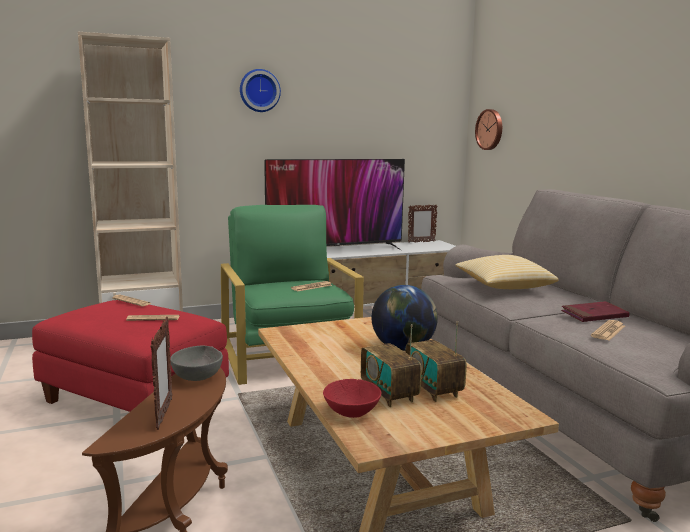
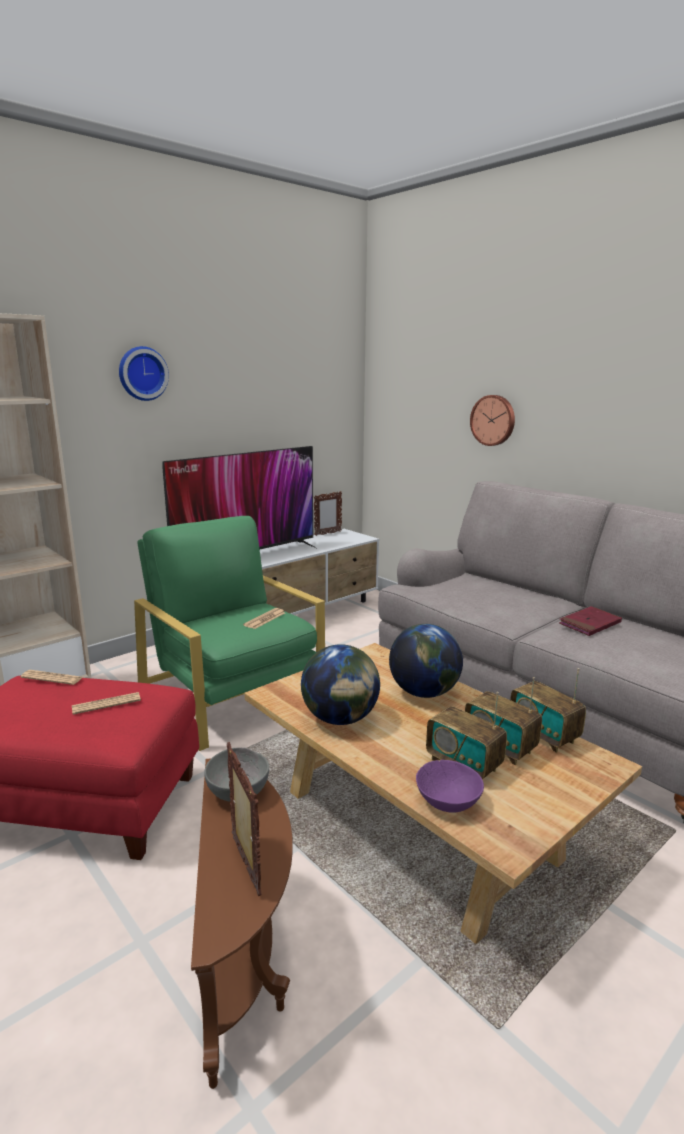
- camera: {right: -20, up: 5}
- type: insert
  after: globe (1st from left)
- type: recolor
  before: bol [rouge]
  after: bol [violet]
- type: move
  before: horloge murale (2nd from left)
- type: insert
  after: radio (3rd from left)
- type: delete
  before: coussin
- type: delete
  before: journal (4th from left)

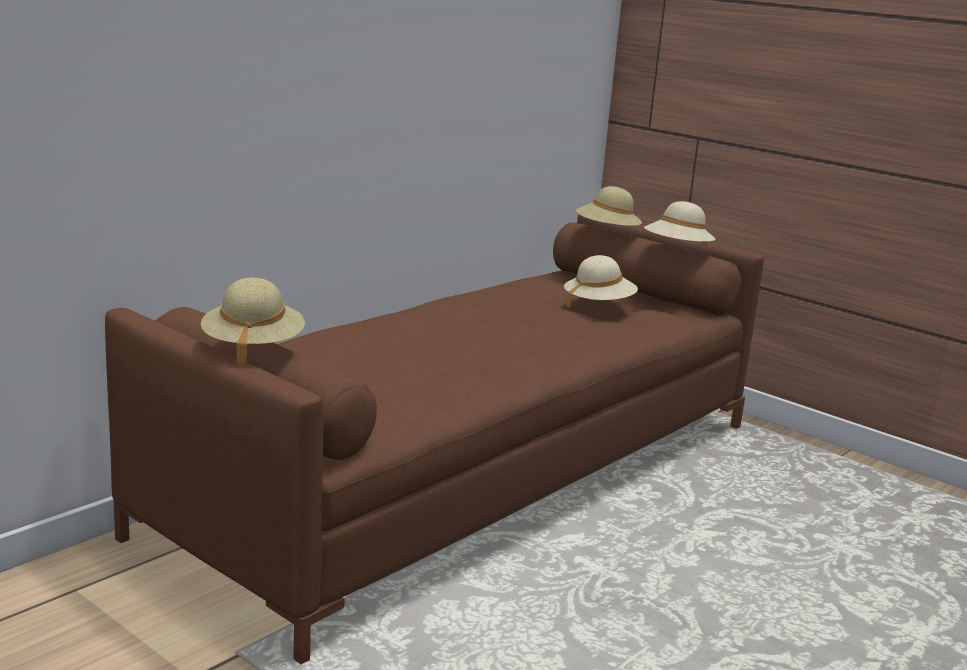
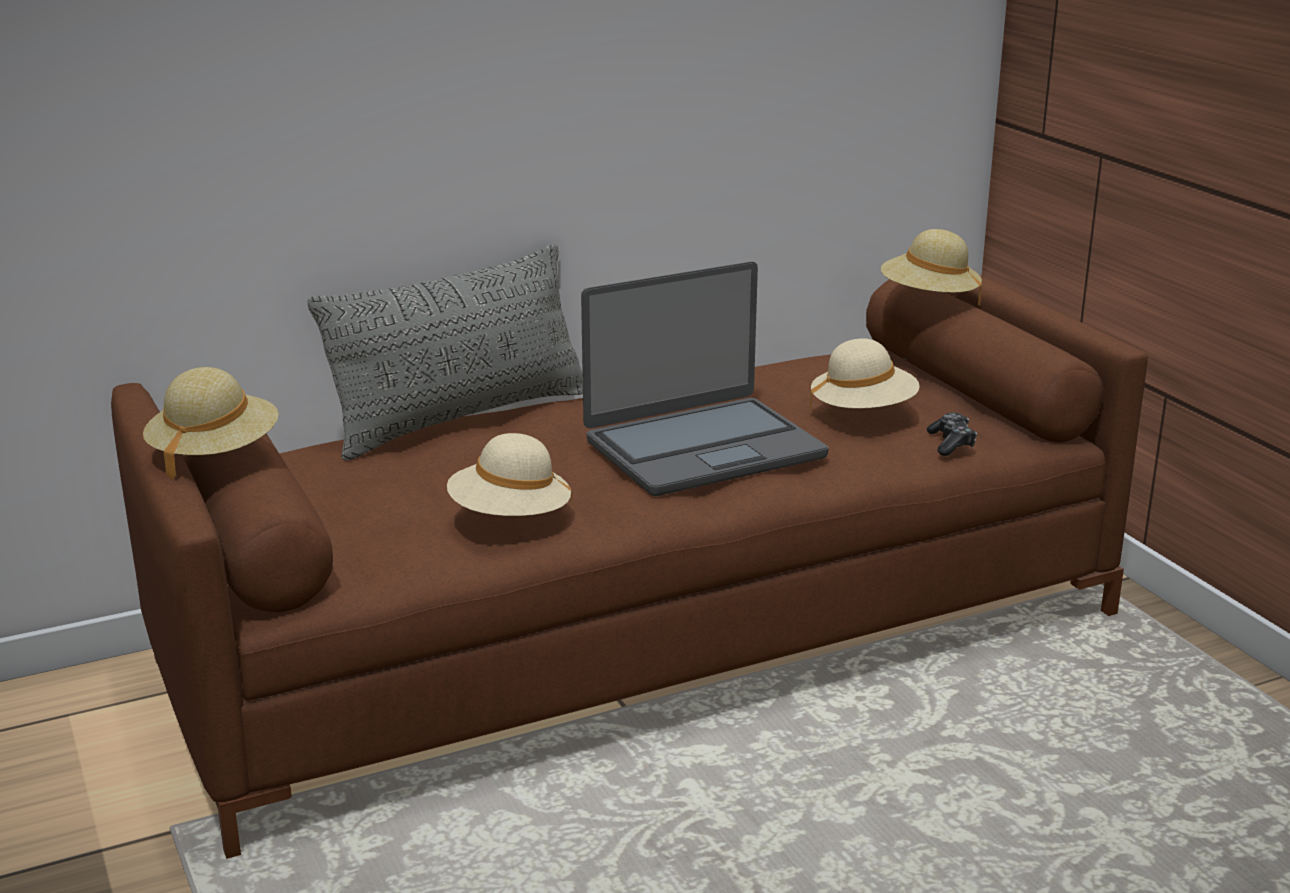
- camera: {right: 25, up: 5}
- type: insert
  after: coussin [gris]
- type: move
  before: chapeau [beige] (4th from left in the first image)
  after: chapeau [beige] (2nd from left)
- type: insert
  after: ordinateur portable
- type: insert
  after: manette

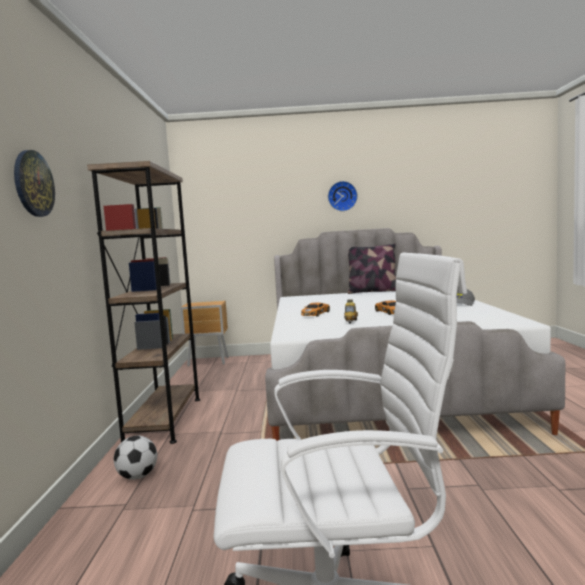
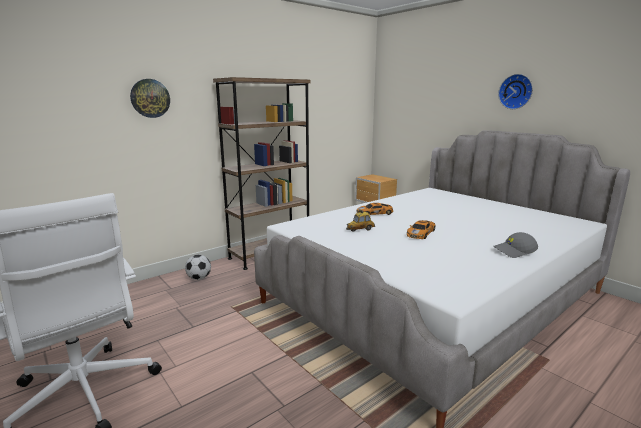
- camera: {right: 50, up: 10}
- type: delete
  before: coussin

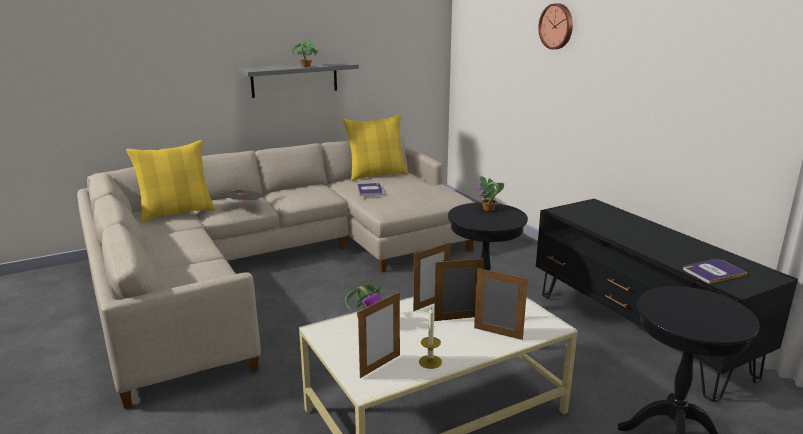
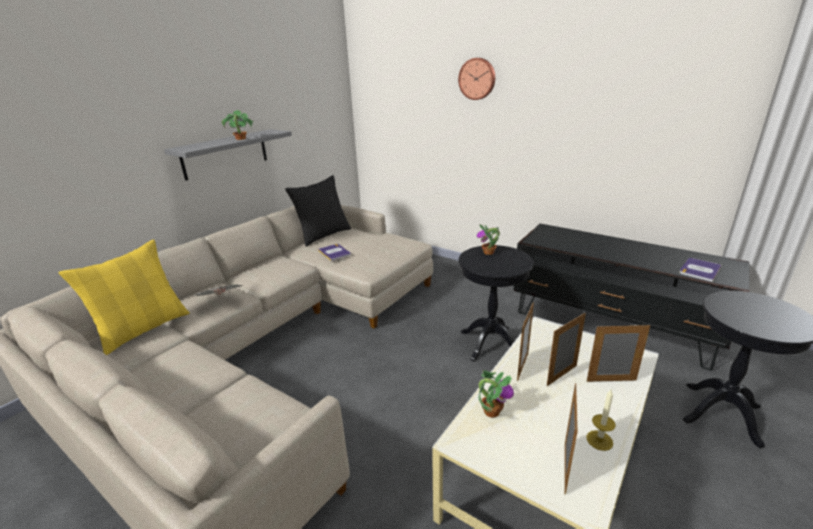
- camera: {right: -25, up: 5}
- type: recolor
  before: coussin [jaune] (2nd from left)
  after: coussin [noir]

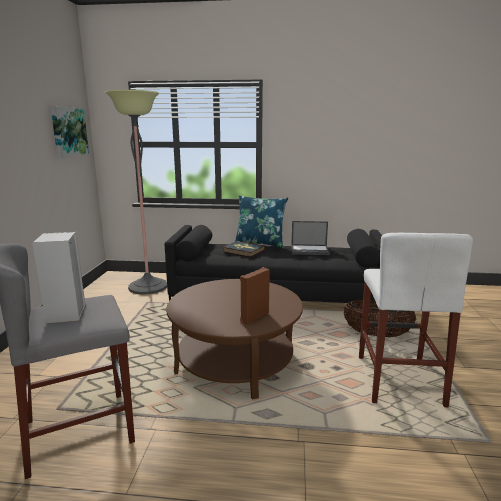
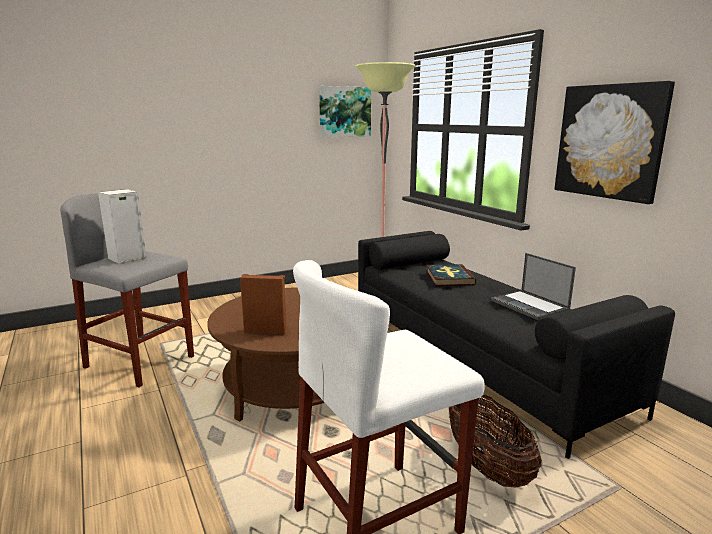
- camera: {right: 55, up: 0}
- type: insert
  after: tableau (2nd from left)
- type: delete
  before: coussin [bleu]

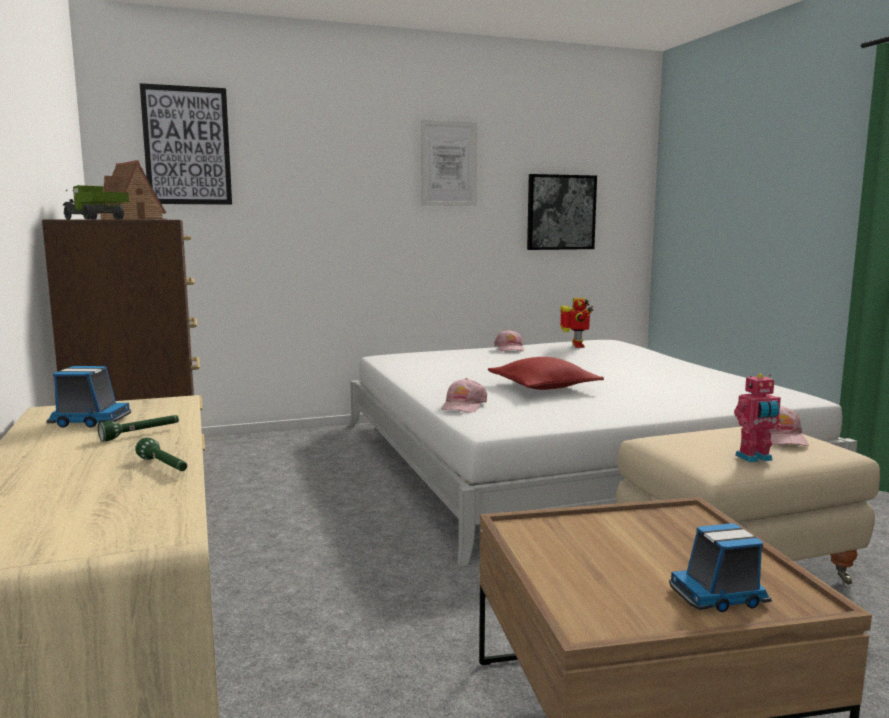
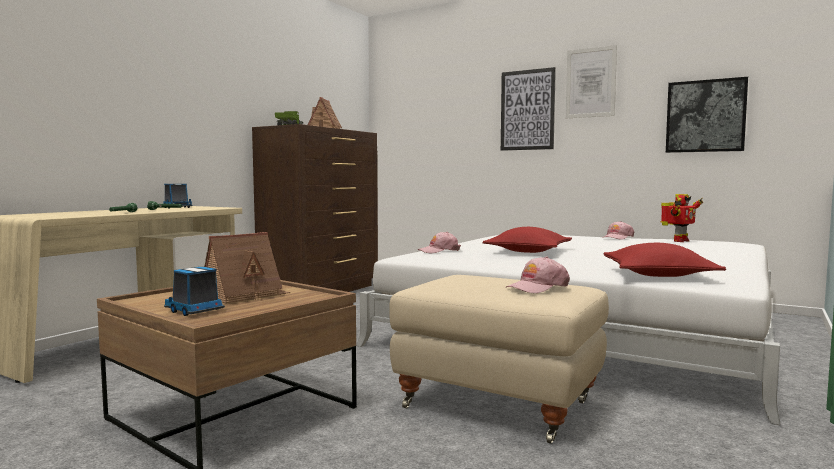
- camera: {right: 50, up: -5}
- type: insert
  after: maison miniature (1st from left)
- type: move
  before: tableau (1st from left)
- type: insert
  after: coussin [rouge] (2nd from left)
- type: delete
  before: robot jouet (2nd from left)

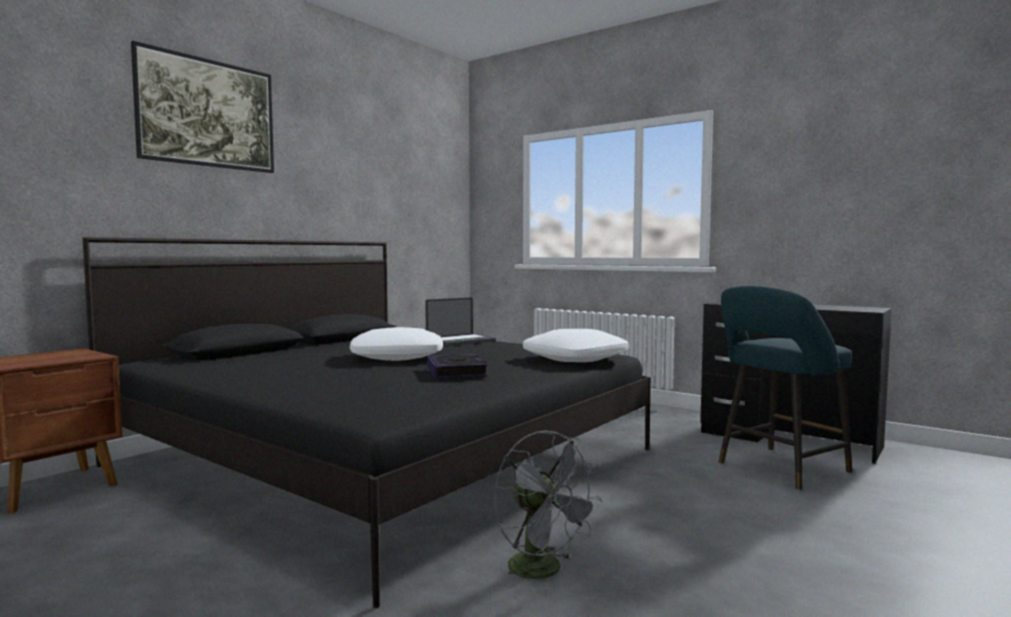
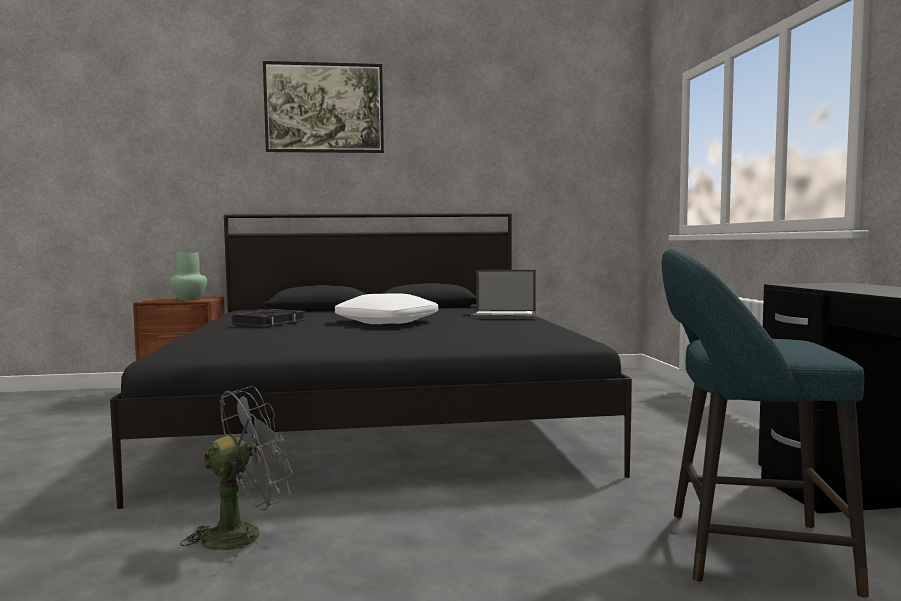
- camera: {right: 45, up: 0}
- type: insert
  after: vase [vert]
- type: rotate
  before: ventilateur [gris]
  turn: -135
- type: move
  before: livre
- type: delete
  before: coussin [blanc] (2nd from left)

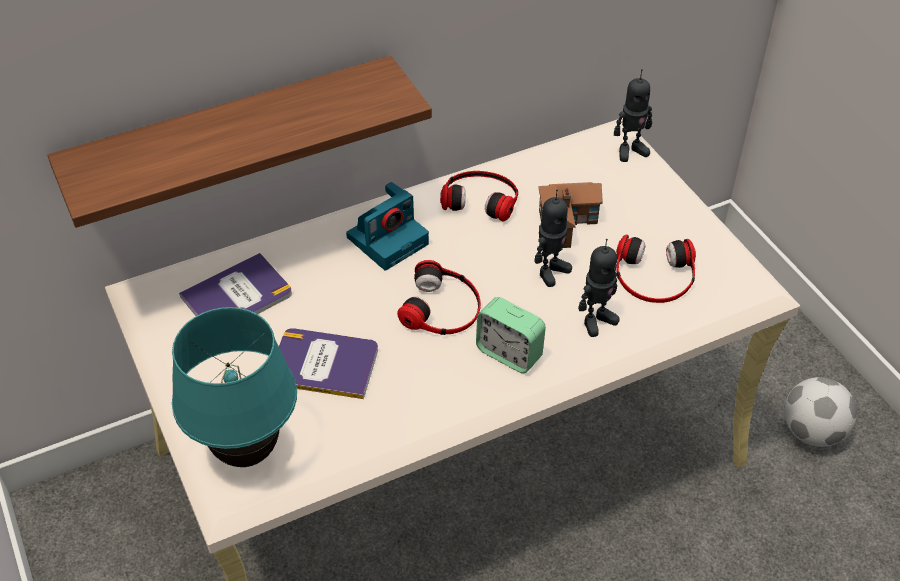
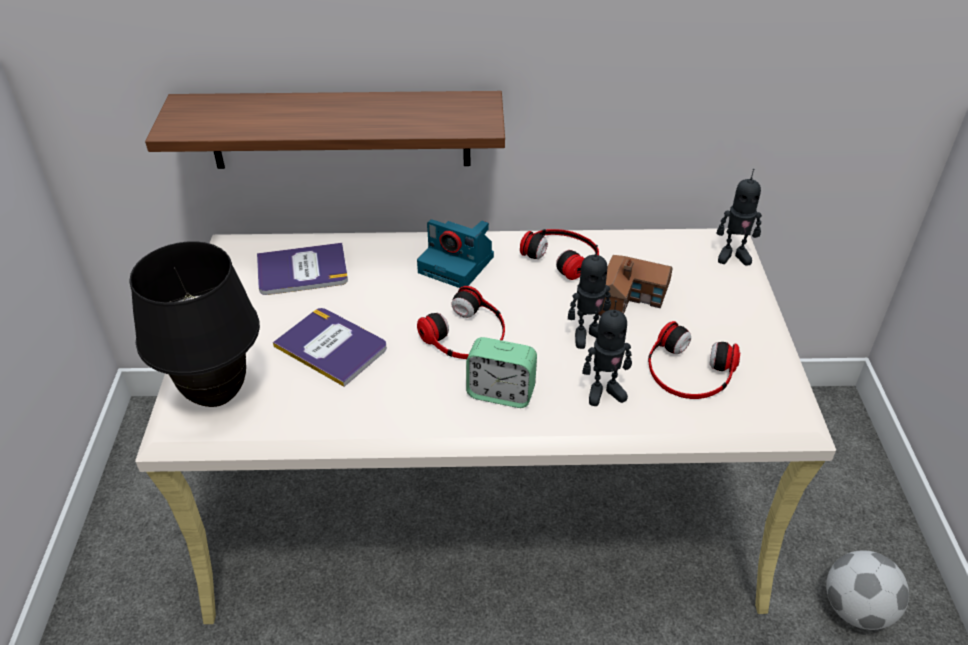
- camera: {right: 25, up: -5}
- type: recolor
  before: lampe de table [turquoise]
  after: lampe de table [noir]
- type: rotate
  before: appareil photo
  turn: 45
- type: rotate
  before: réveil
  turn: -45

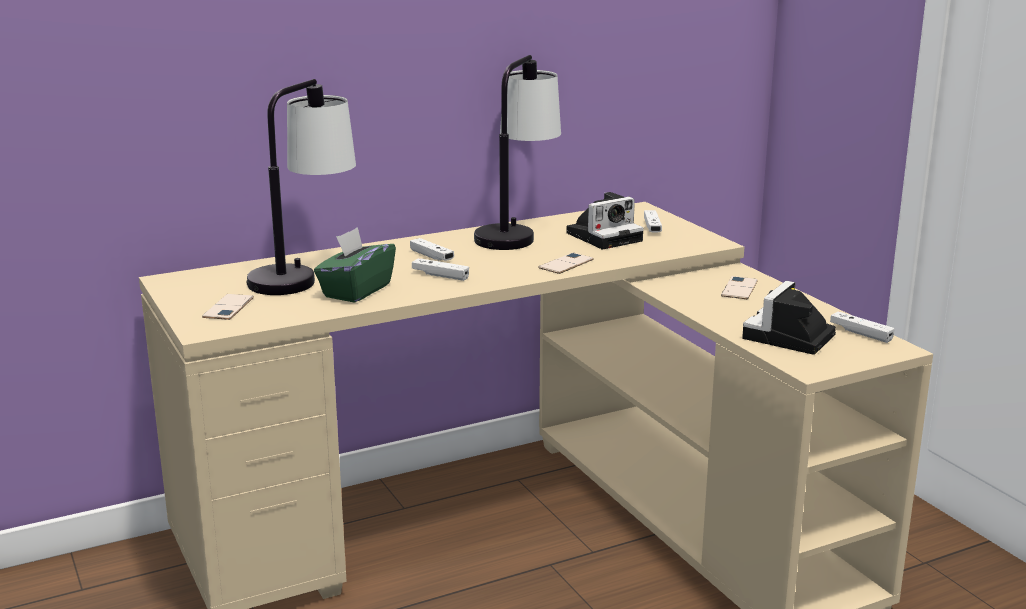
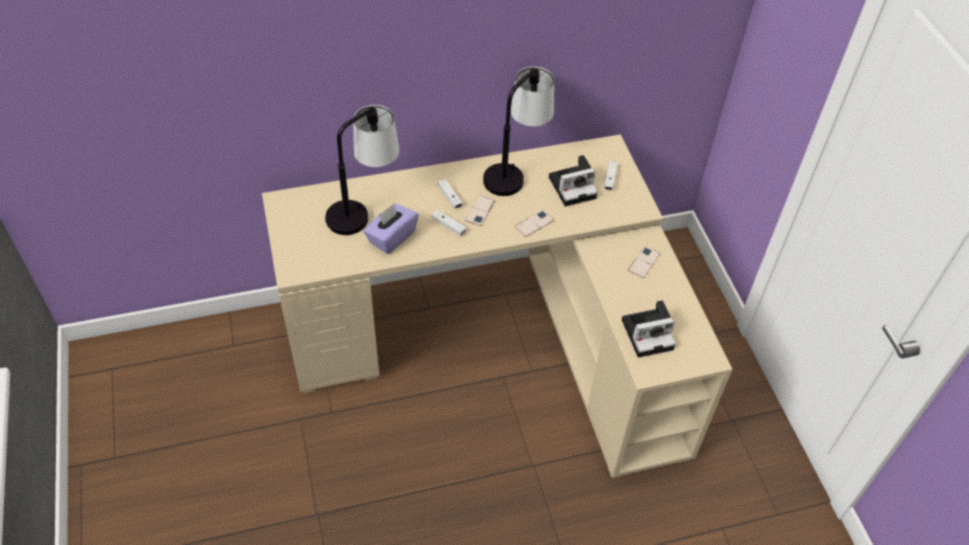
- camera: {right: 10, up: 30}
- type: recolor
  before: boîte à mouchoirs [vert]
  after: boîte à mouchoirs [violet]
- type: move
  before: téléphone (1st from left)
- type: rotate
  before: appareil photo (2nd from left)
  turn: -150
- type: delete
  before: manette [blanc] (4th from left)

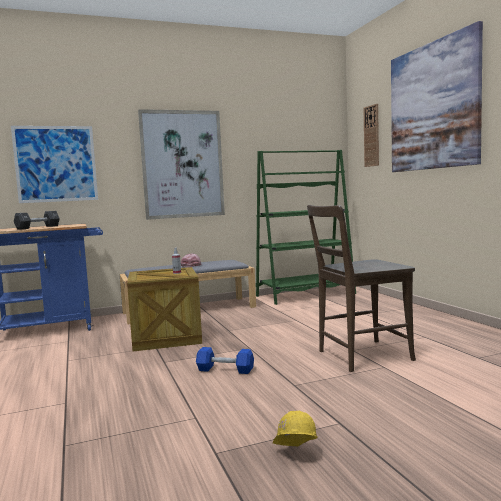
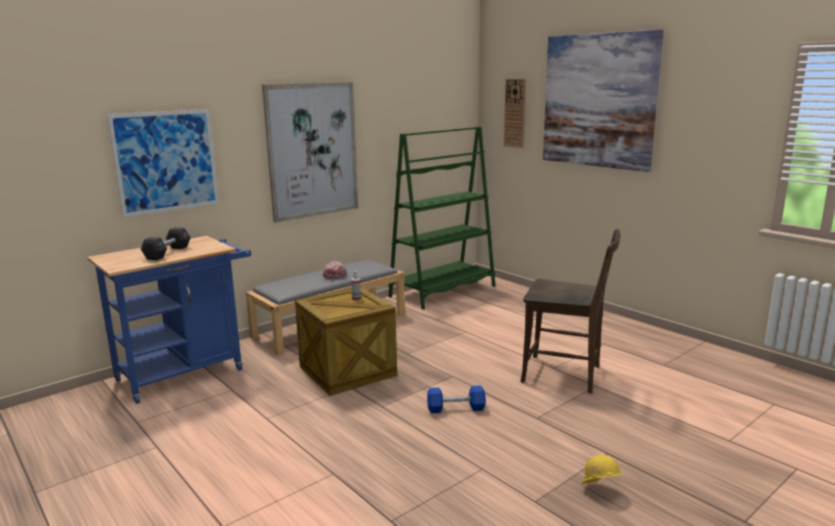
- camera: {right: -20, up: 10}
- type: rotate
  before: chaise [marron]
  turn: -120

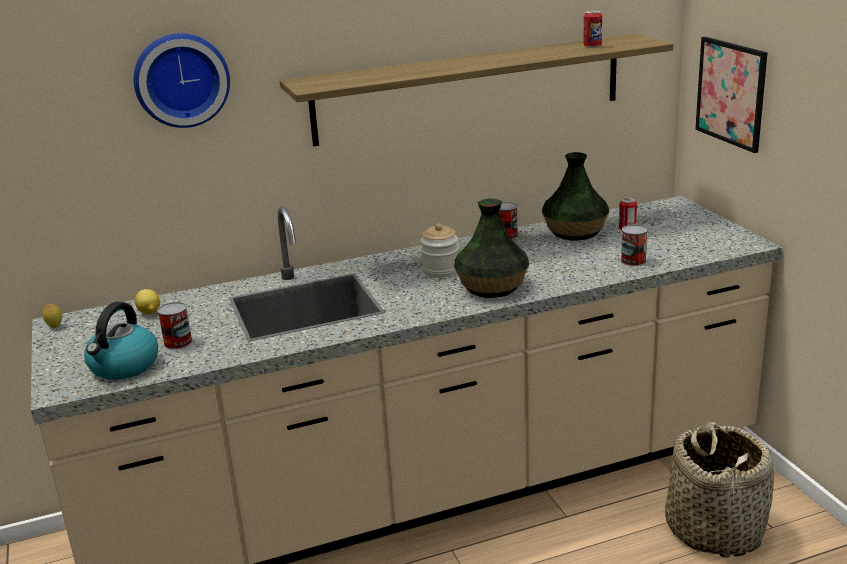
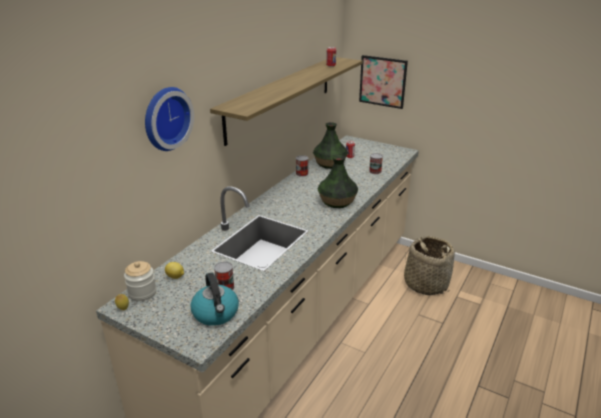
- camera: {right: -40, up: 5}
- type: move
  before: bocal

